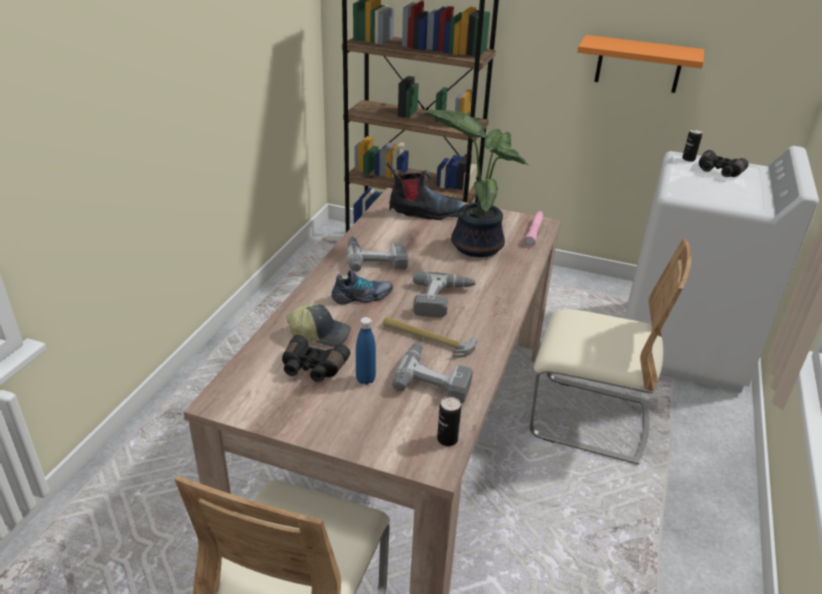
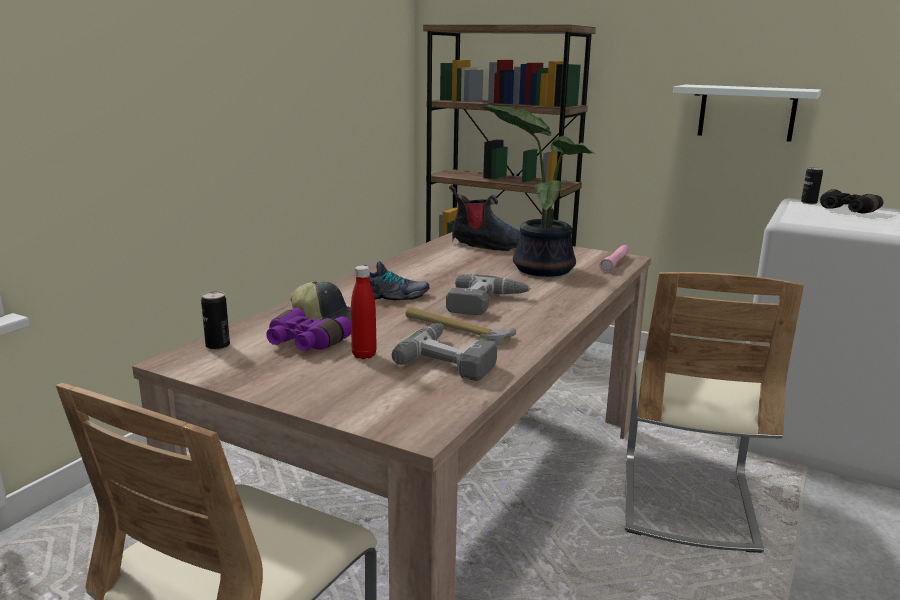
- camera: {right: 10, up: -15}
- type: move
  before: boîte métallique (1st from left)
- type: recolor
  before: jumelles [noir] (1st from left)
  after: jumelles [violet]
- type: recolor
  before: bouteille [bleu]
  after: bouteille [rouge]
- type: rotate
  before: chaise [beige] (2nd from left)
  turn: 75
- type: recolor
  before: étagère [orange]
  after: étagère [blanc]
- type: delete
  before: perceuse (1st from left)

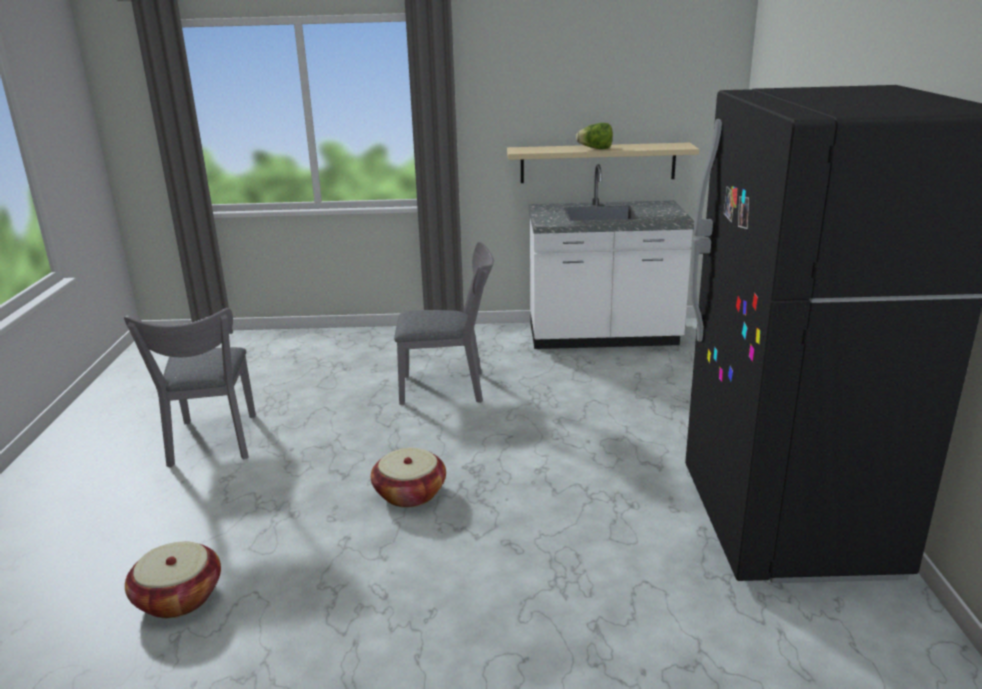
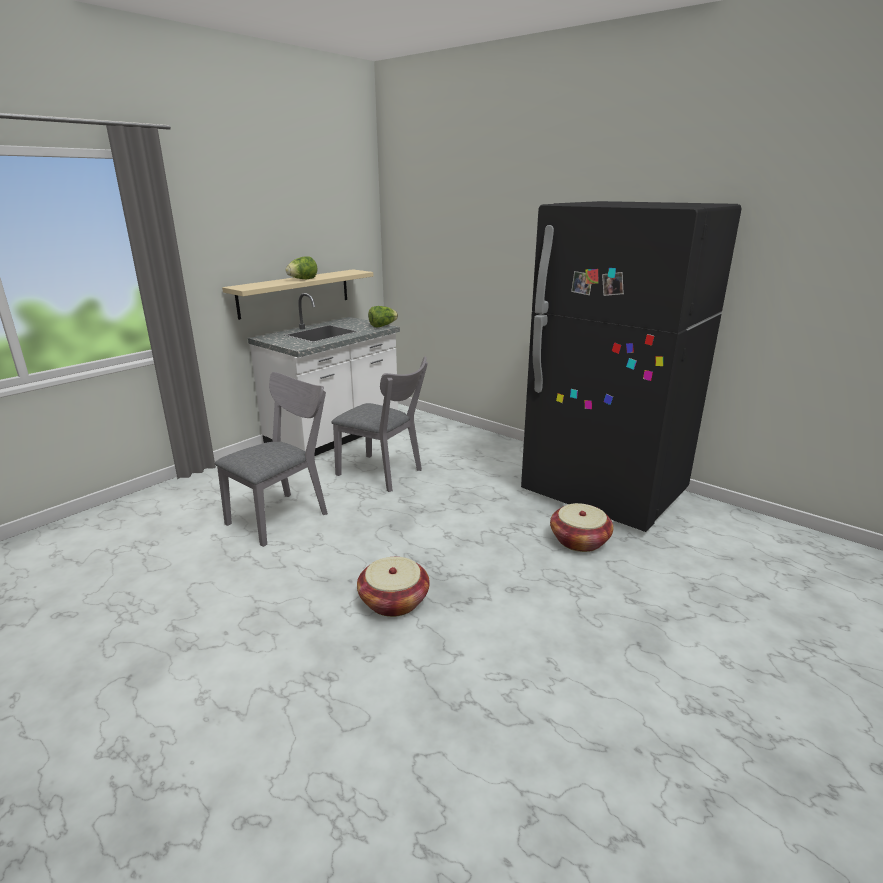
- camera: {right: -50, up: 0}
- type: move
  before: chaise [gris] (1st from left in the first image)
  after: chaise [gris] (2nd from left)
- type: insert
  after: laitue (2nd from left)
- type: move
  before: panier (1st from left in the first image)
  after: panier (2nd from left)

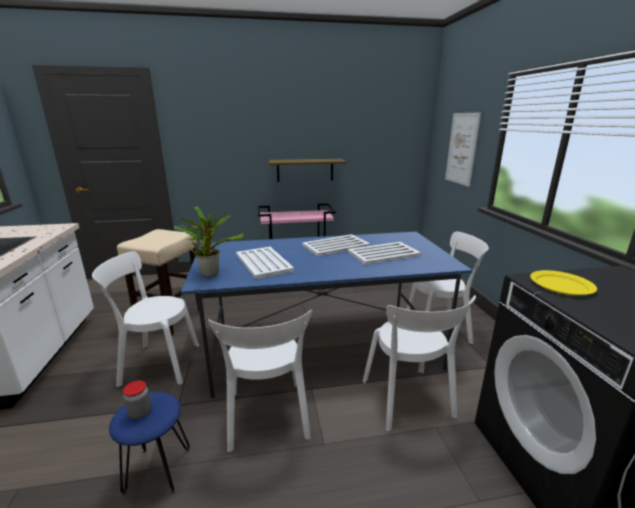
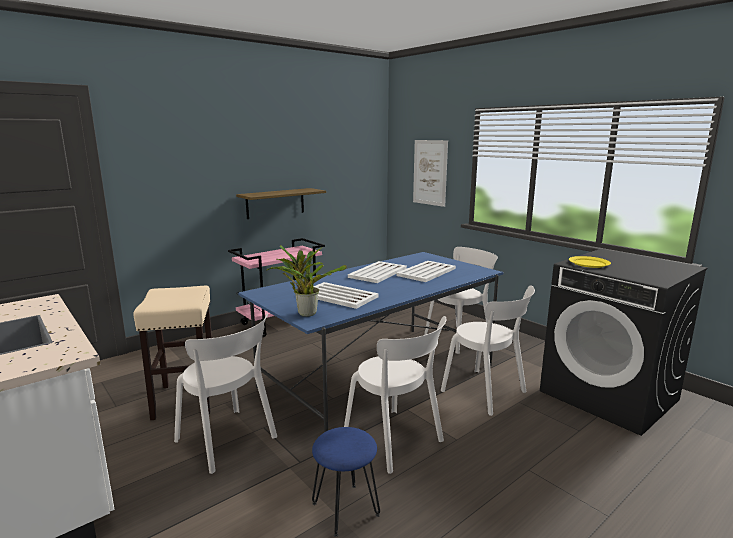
- camera: {right: -30, up: -5}
- type: rotate
  before: chaise [blanc] (1st from left)
  turn: -105
- type: delete
  before: bocal

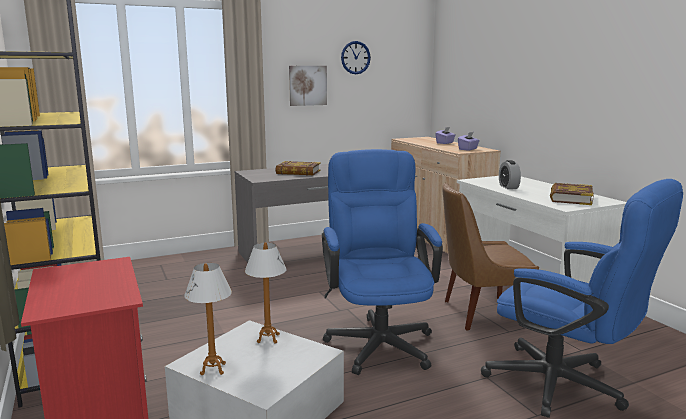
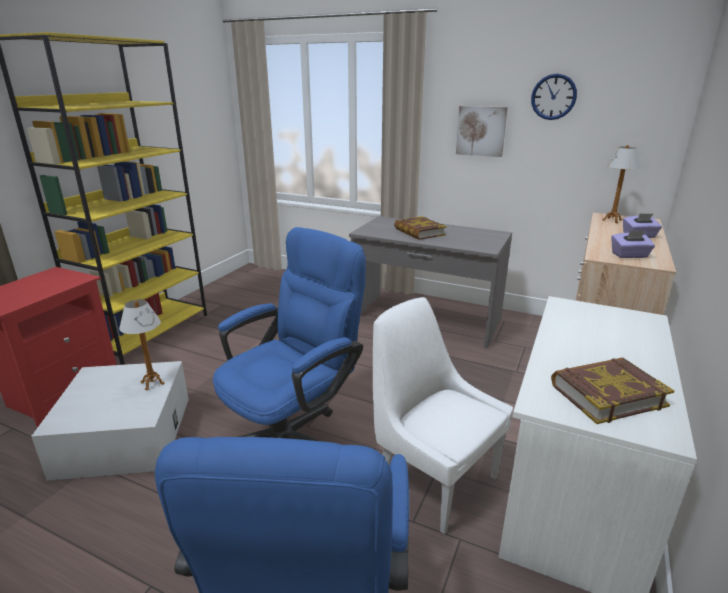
- camera: {right: 50, up: 10}
- type: recolor
  before: chaise [marron]
  after: chaise [blanc]
- type: move
  before: lampe de table (1st from left in the first image)
  after: lampe de table (2nd from left)
- type: delete
  before: réveil

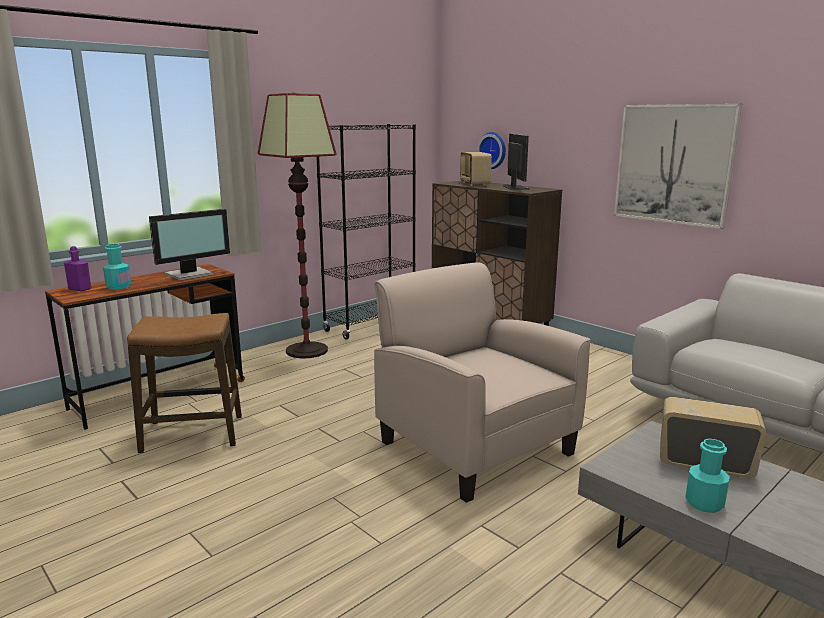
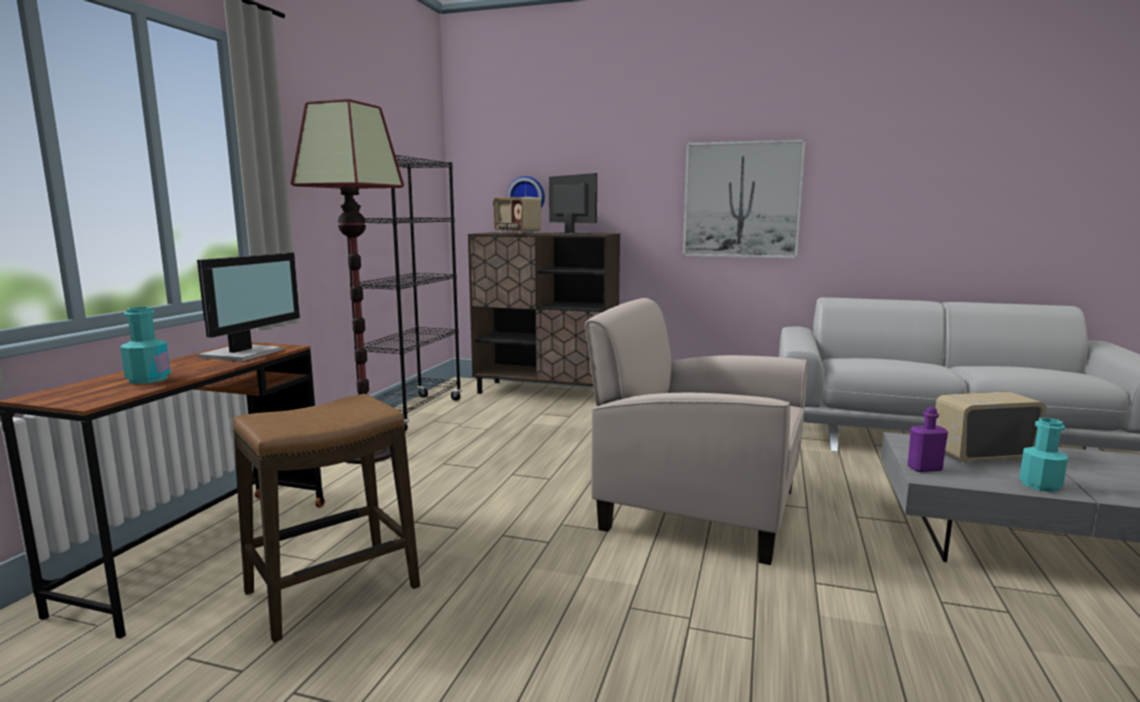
- camera: {right: -30, up: -5}
- type: move
  before: bouteille [violet]

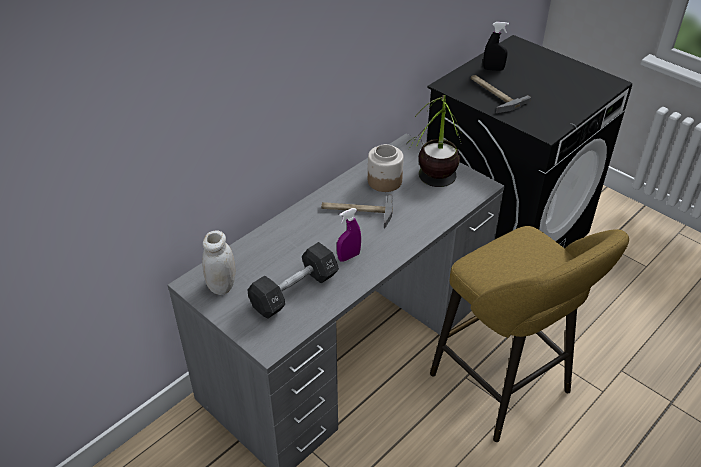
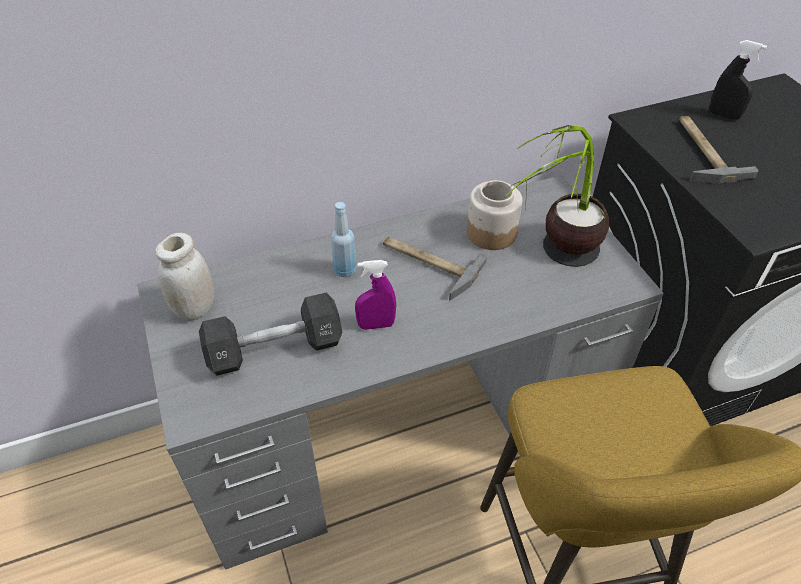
- camera: {right: 25, up: 5}
- type: insert
  after: bouteille [bleu]

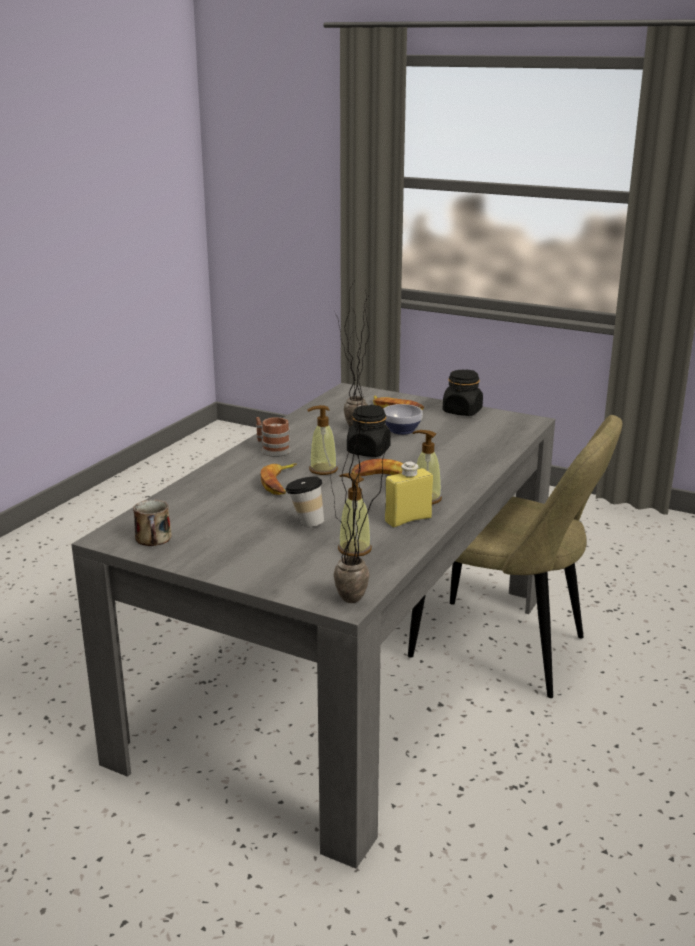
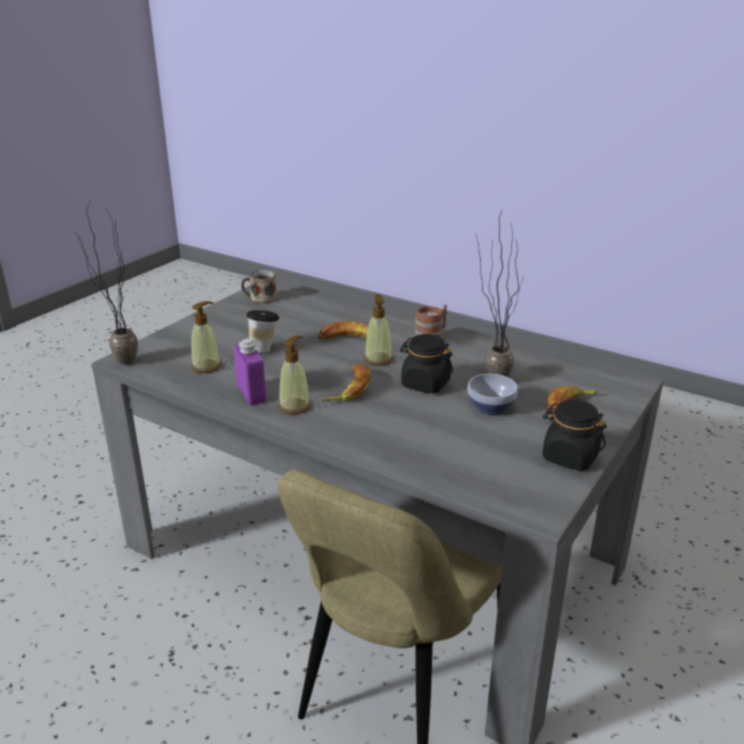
- camera: {right: 95, up: 5}
- type: recolor
  before: bouteille [jaune]
  after: bouteille [violet]

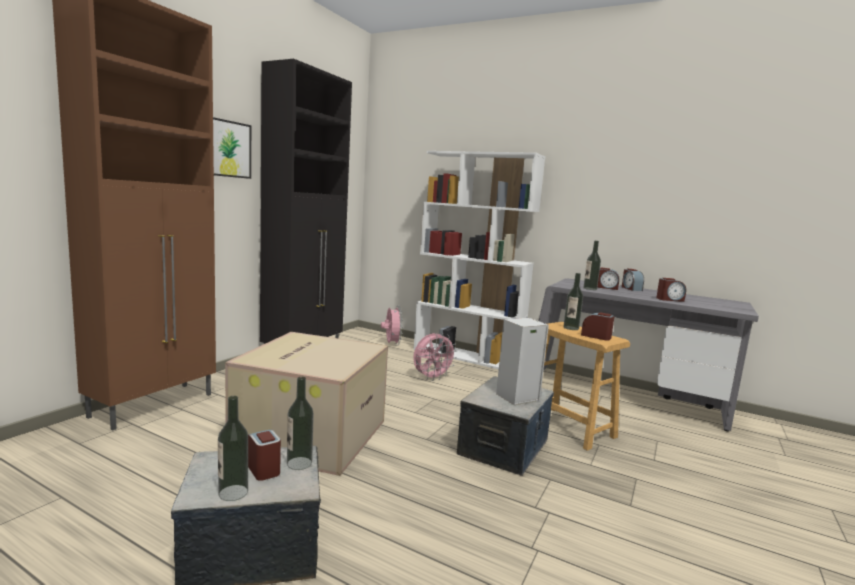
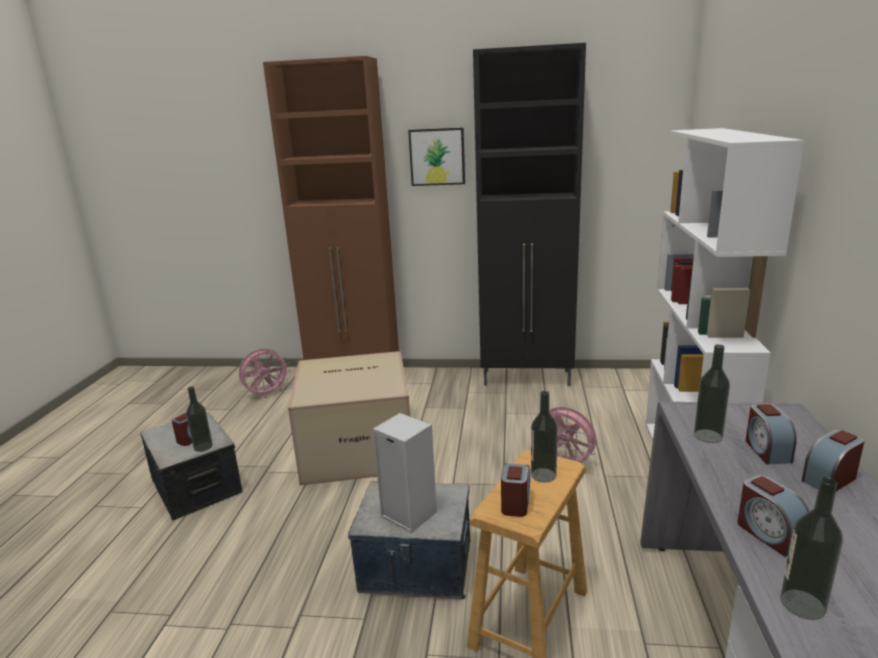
- camera: {right: 70, up: 10}
- type: move
  before: ventilateur [rose] (1st from left)
- type: move
  before: bouteille (1st from left in the first image)
  after: bouteille (4th from left)

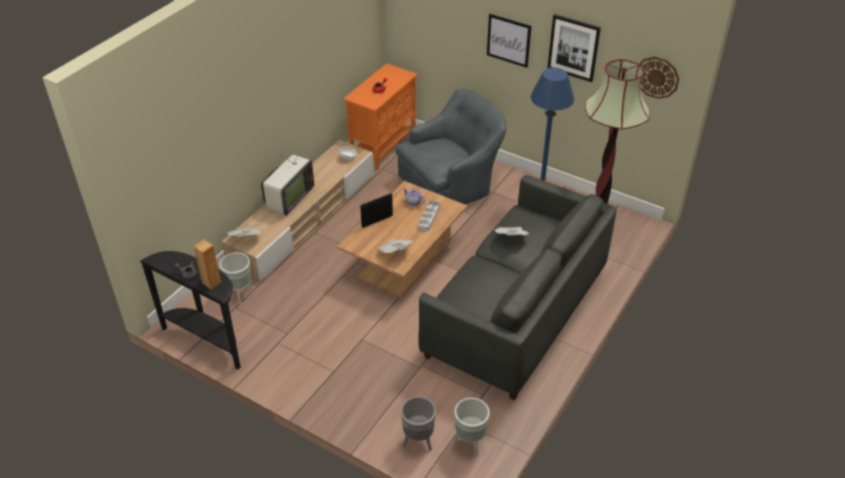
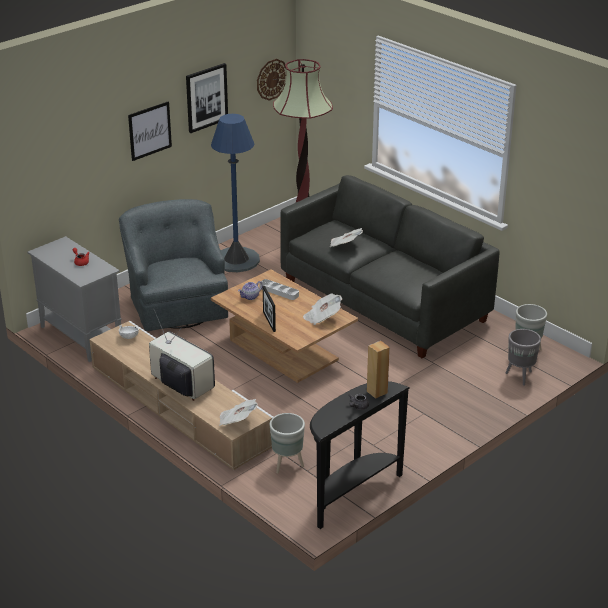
- camera: {right: -75, up: -10}
- type: recolor
  before: meuble de rangement [orange]
  after: meuble de rangement [gris]

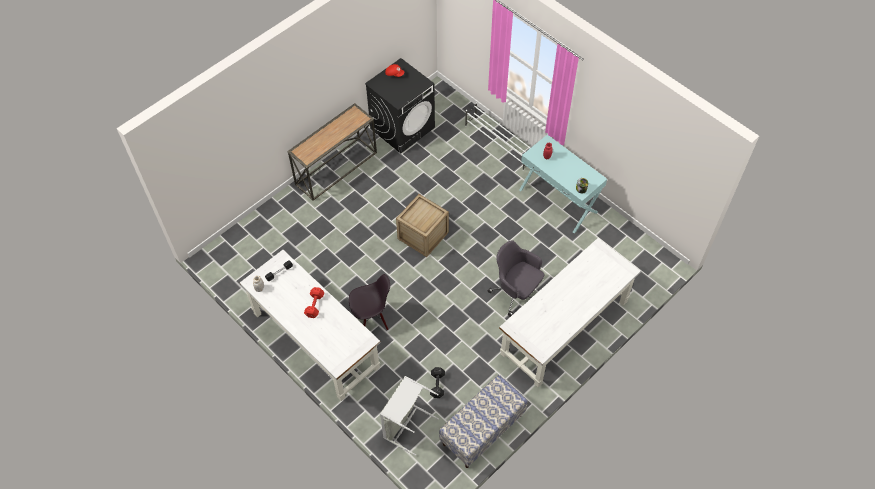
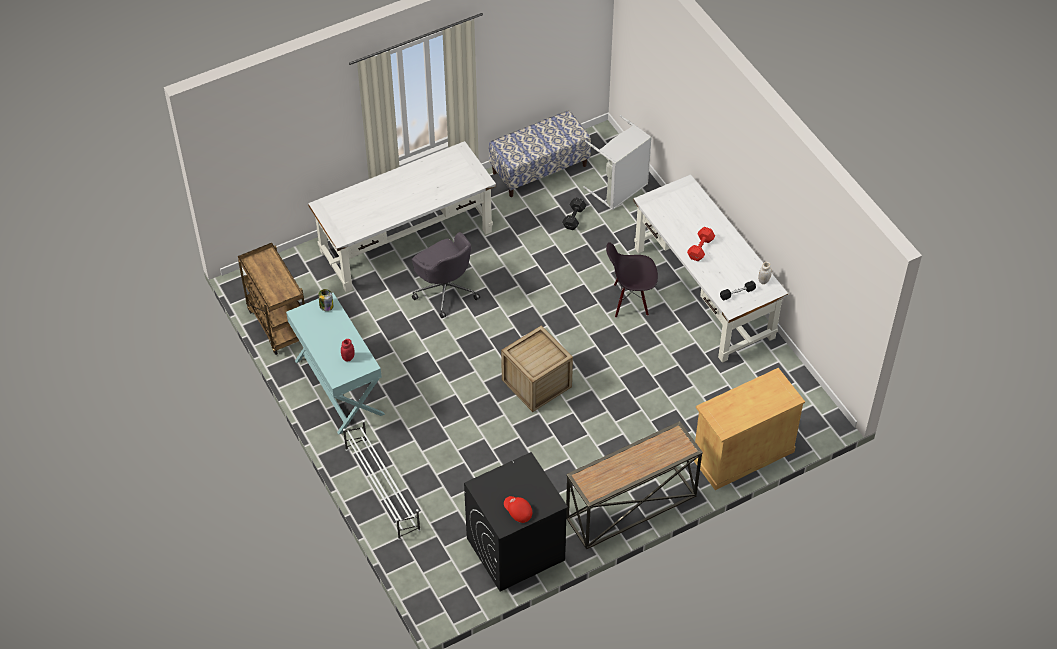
- camera: {right: -165, up: -5}
- type: insert
  after: chariot [marron]
- type: insert
  after: meuble de rangement [beige]

